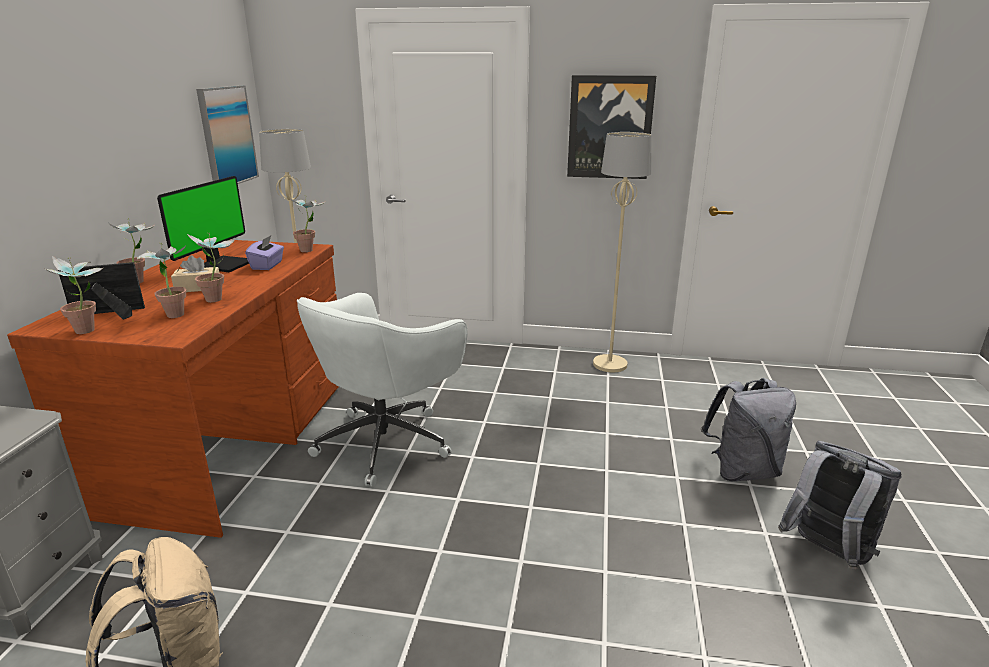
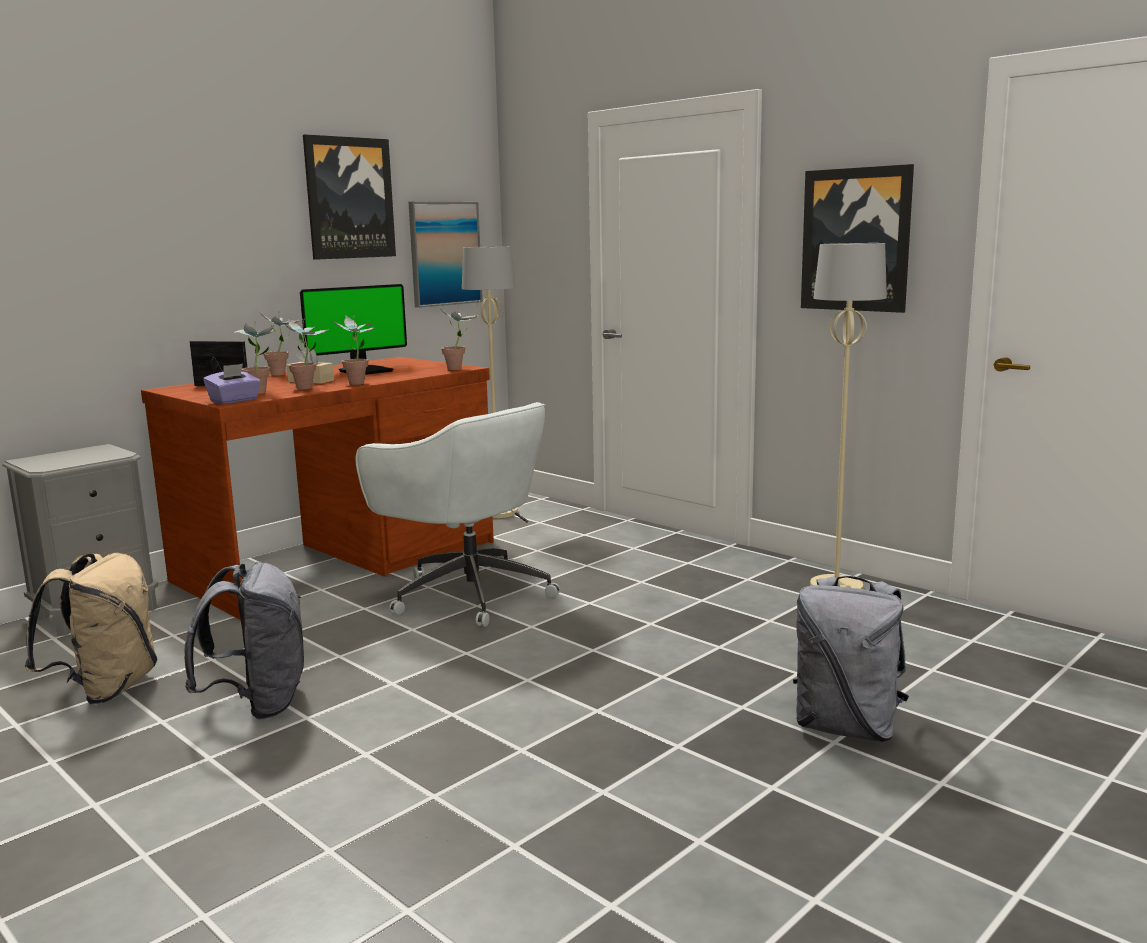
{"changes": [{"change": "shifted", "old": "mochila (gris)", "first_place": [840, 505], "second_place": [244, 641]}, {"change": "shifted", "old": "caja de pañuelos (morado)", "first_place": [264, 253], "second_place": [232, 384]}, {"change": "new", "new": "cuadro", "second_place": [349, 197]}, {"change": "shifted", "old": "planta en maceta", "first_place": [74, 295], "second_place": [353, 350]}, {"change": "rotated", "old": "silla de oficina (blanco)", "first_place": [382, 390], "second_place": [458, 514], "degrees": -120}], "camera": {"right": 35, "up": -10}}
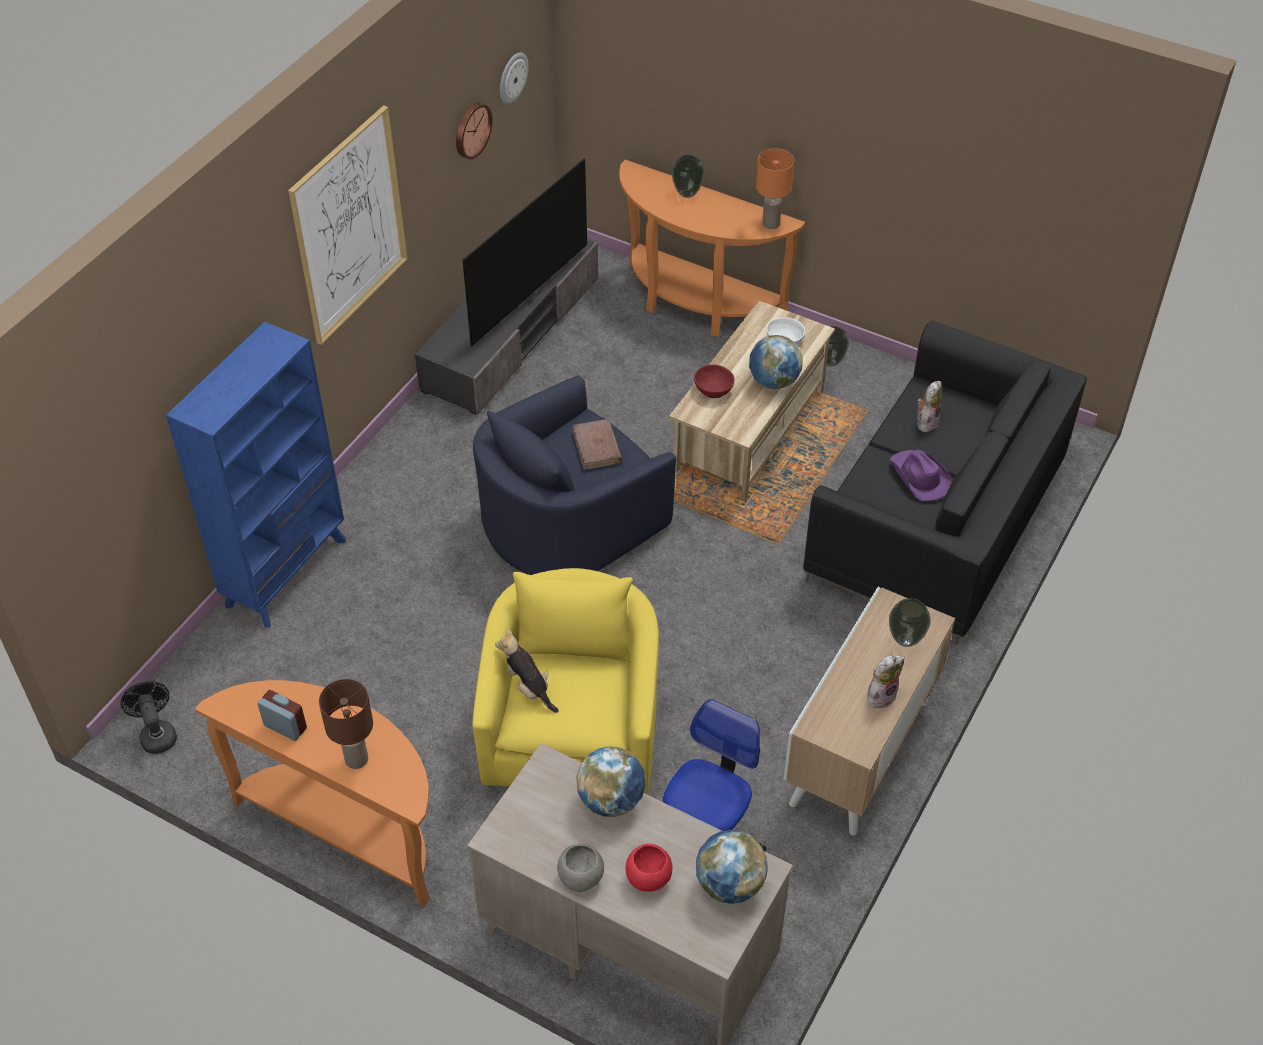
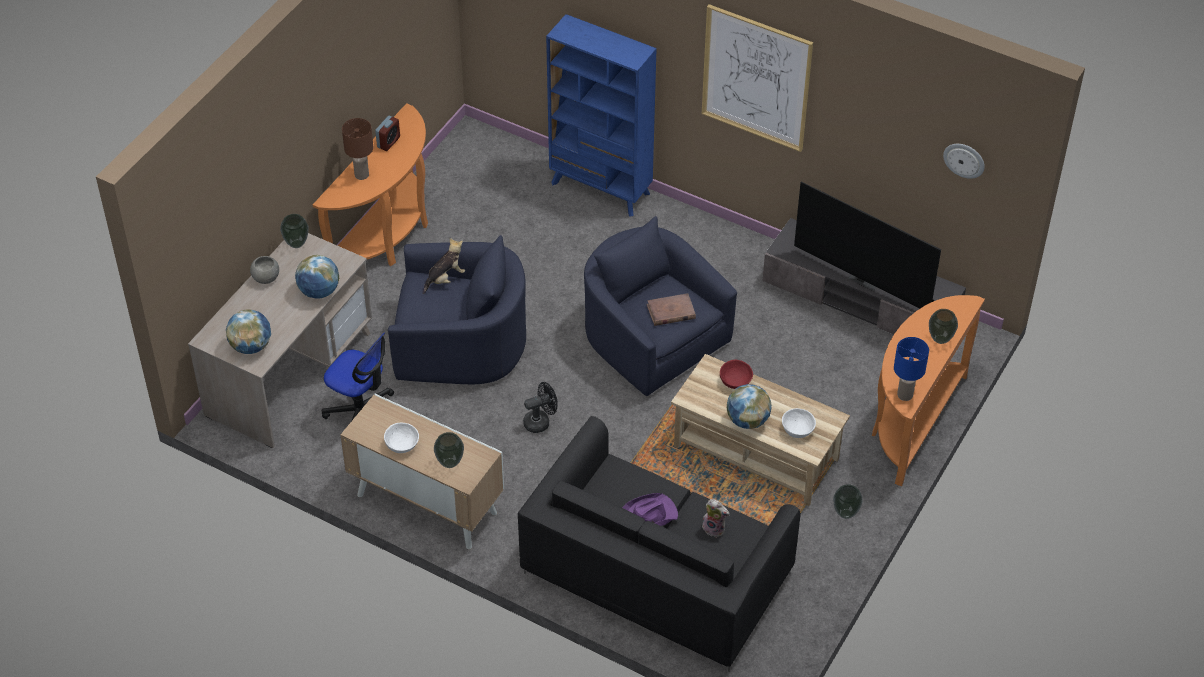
{"changes": [{"change": "new", "new": "florero", "second_place": [294, 231]}, {"change": "swapped", "old": "peluche", "new": "cuenco (blanco)", "first_place": [886, 682], "second_place": [401, 438]}, {"change": "repainted", "old": "sillón (amarillo)", "new": "sillón (azul)", "first_place": [565, 681], "second_place": [457, 309]}, {"change": "shifted", "old": "ventilador (negro)", "first_place": [149, 717], "second_place": [540, 407]}, {"change": "repainted", "old": "lámpara de mesa (naranja)", "new": "lámpara de mesa (azul)", "first_place": [775, 188], "second_place": [911, 369]}, {"change": "gone", "old": "reloj de pared", "first_place": [474, 131]}, {"change": "gone", "old": "cuenco (rojo)", "first_place": [649, 868]}], "camera": {"right": 90, "up": 0}}
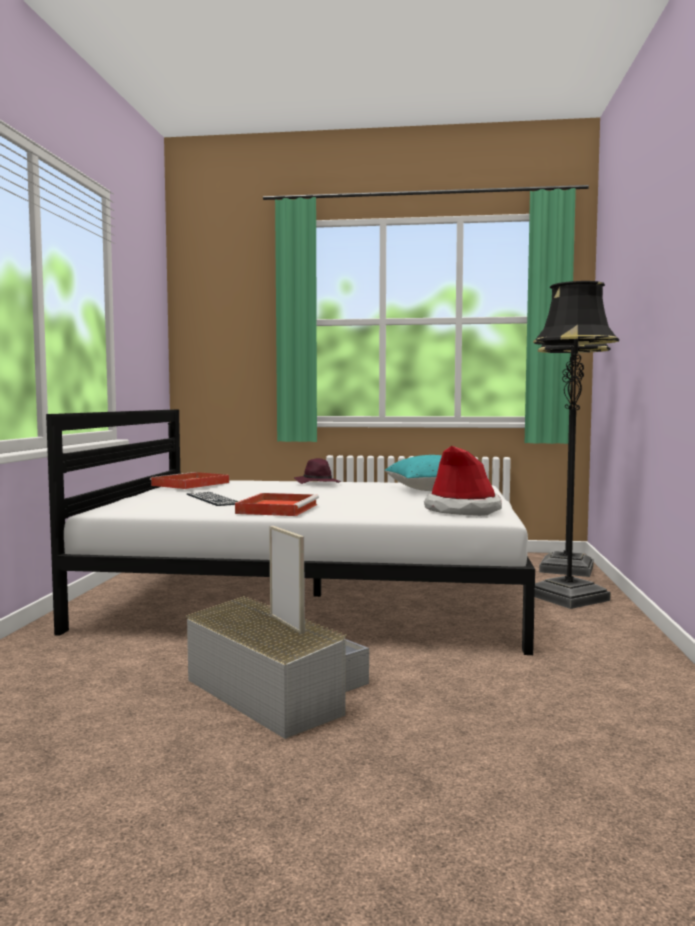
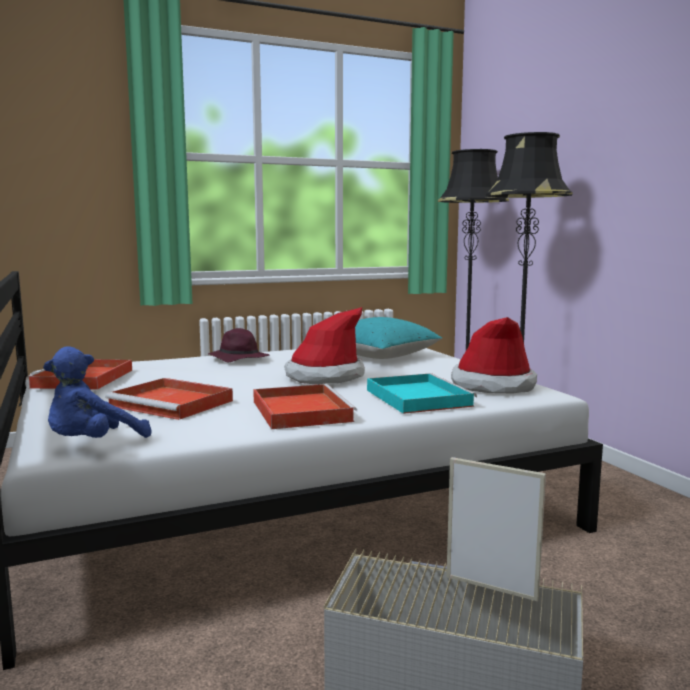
{"changes": [{"change": "new", "new": "peluche (azul)", "second_place": [97, 392]}, {"change": "swapped", "old": "teclado", "new": "bandeja (rojo)", "first_place": [213, 499], "second_place": [169, 399]}, {"change": "new", "new": "sombrero", "second_place": [324, 346]}, {"change": "new", "new": "bandeja (turquesa)", "second_place": [422, 393]}], "camera": {"right": -30, "up": 5}}
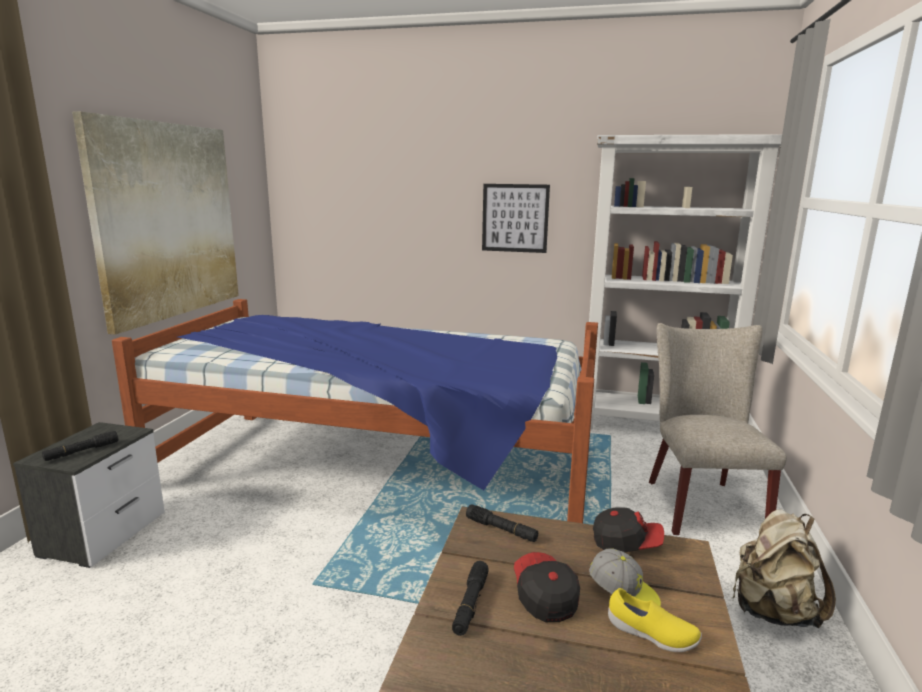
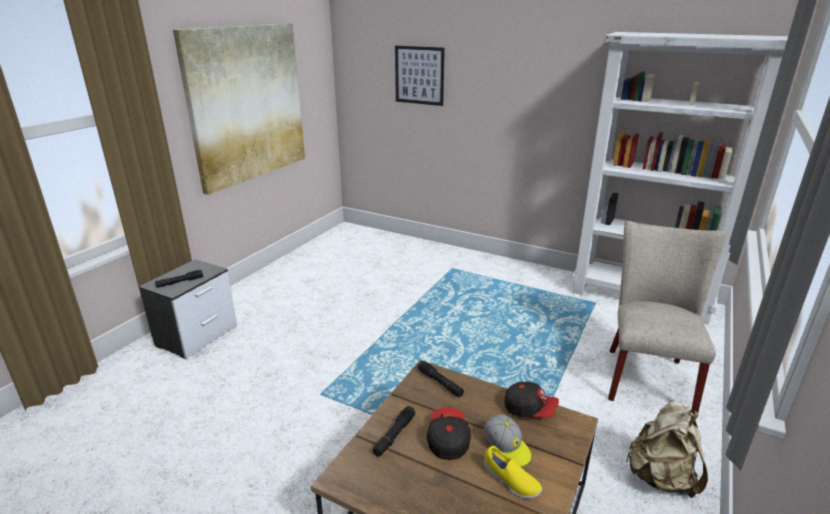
{"changes": [{"change": "shifted", "old": "cuadro", "first_place": [516, 218], "second_place": [420, 76]}, {"change": "gone", "old": "cama", "first_place": [355, 411]}], "camera": {"right": 15, "up": 10}}
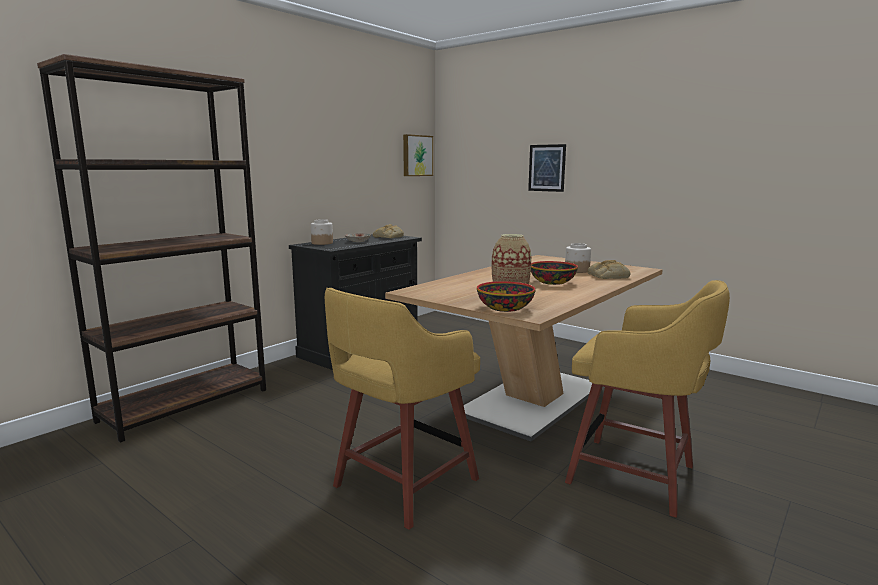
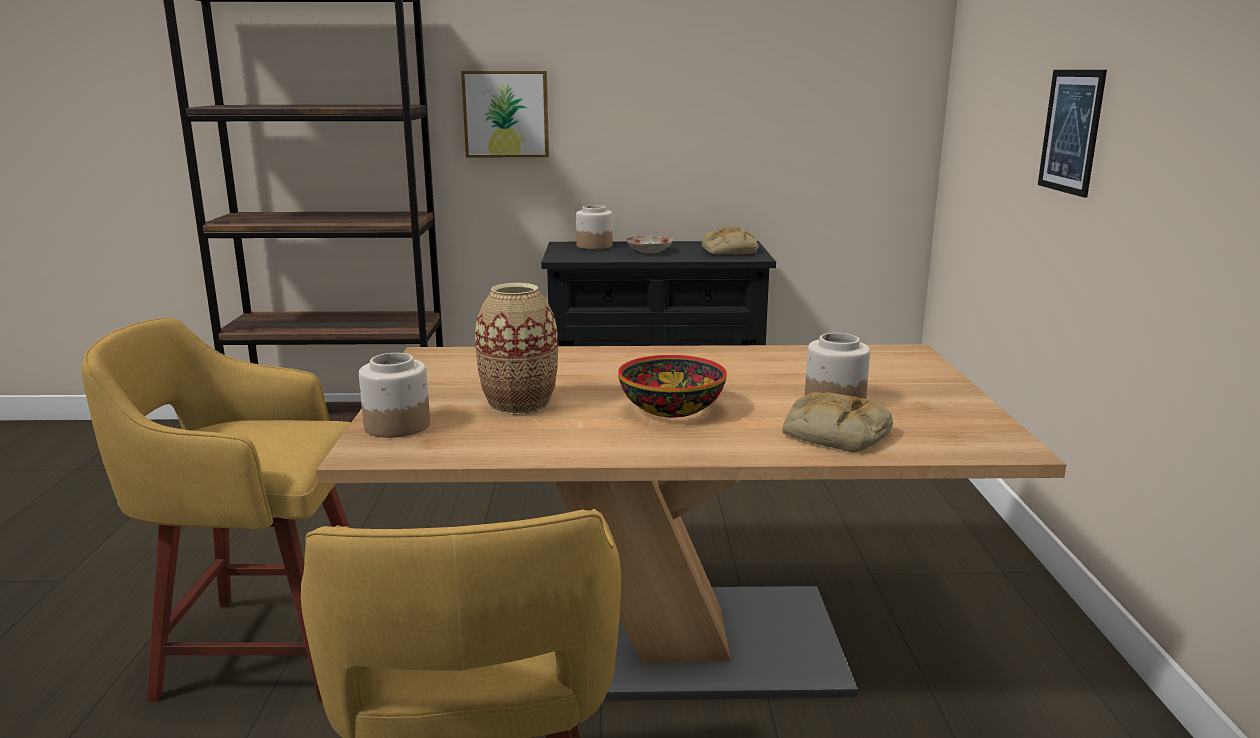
{"changes": [{"change": "swapped", "old": "cuenco", "new": "tarro", "first_place": [506, 296], "second_place": [394, 395]}, {"change": "shifted", "old": "cuadro", "first_place": [418, 155], "second_place": [505, 114]}], "camera": {"right": 50, "up": 5}}
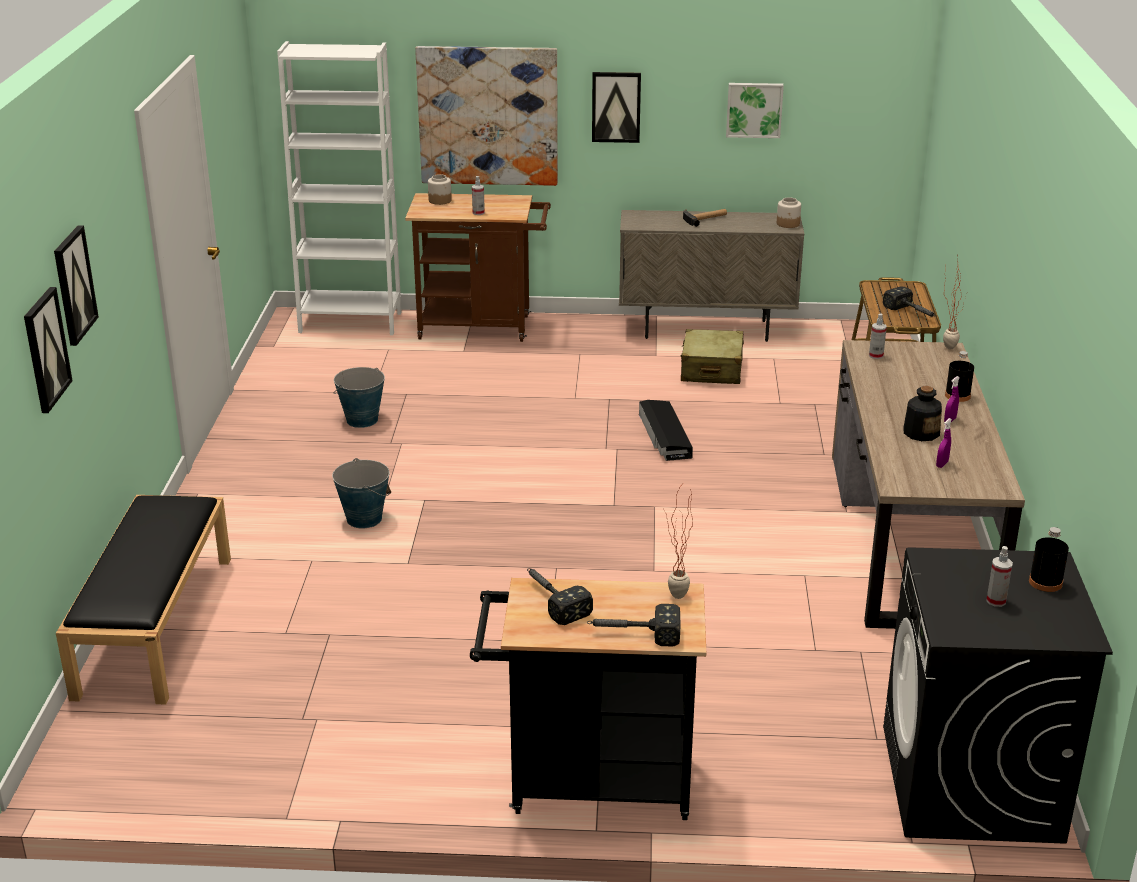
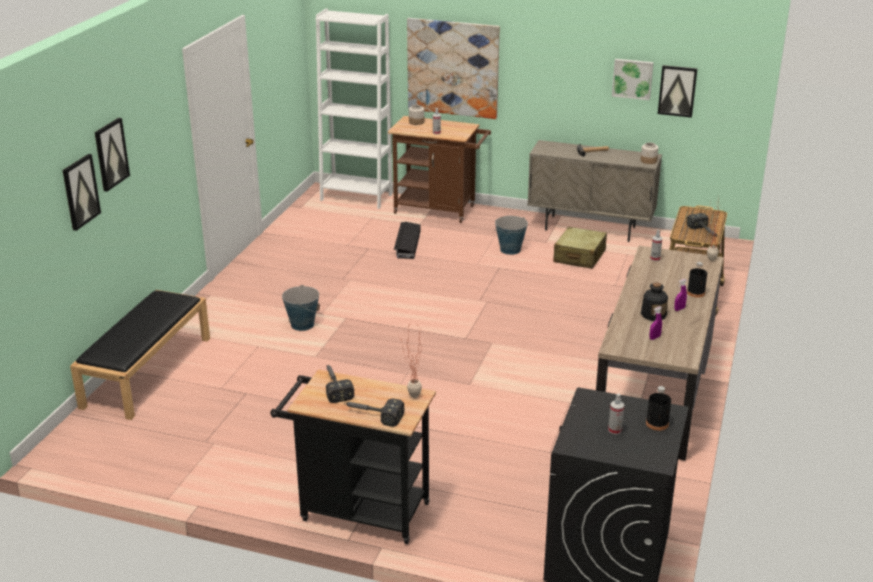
{"changes": [{"change": "shifted", "old": "caja de almacenaje (negro)", "first_place": [666, 430], "second_place": [407, 240]}, {"change": "shifted", "old": "cubo", "first_place": [359, 397], "second_place": [511, 235]}, {"change": "shifted", "old": "cuadro", "first_place": [616, 107], "second_place": [678, 91]}], "camera": {"right": 15, "up": 0}}
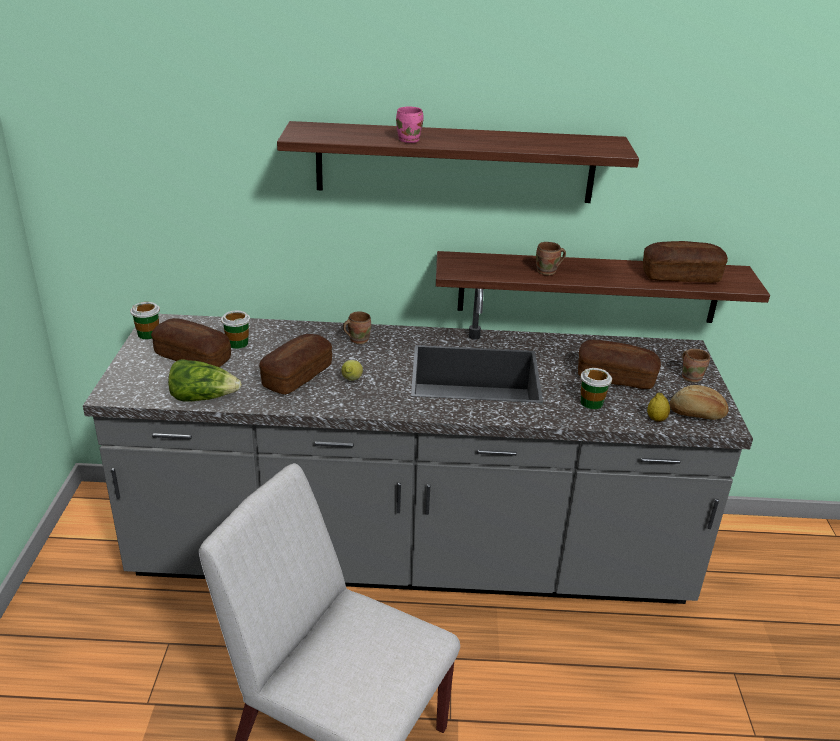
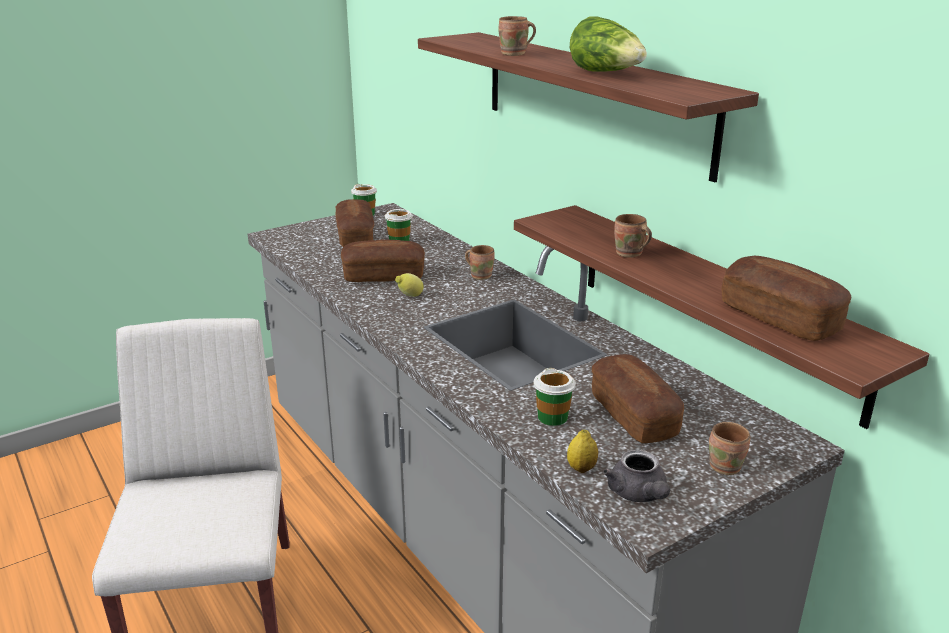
{"changes": [{"change": "repainted", "old": "taza grande (rosa)", "new": "taza grande (marrón)", "first_place": [410, 125], "second_place": [517, 36]}, {"change": "shifted", "old": "lechuga", "first_place": [205, 380], "second_place": [608, 44]}, {"change": "swapped", "old": "pan", "new": "tetera (gris)", "first_place": [699, 402], "second_place": [636, 476]}], "camera": {"right": 55, "up": -5}}
